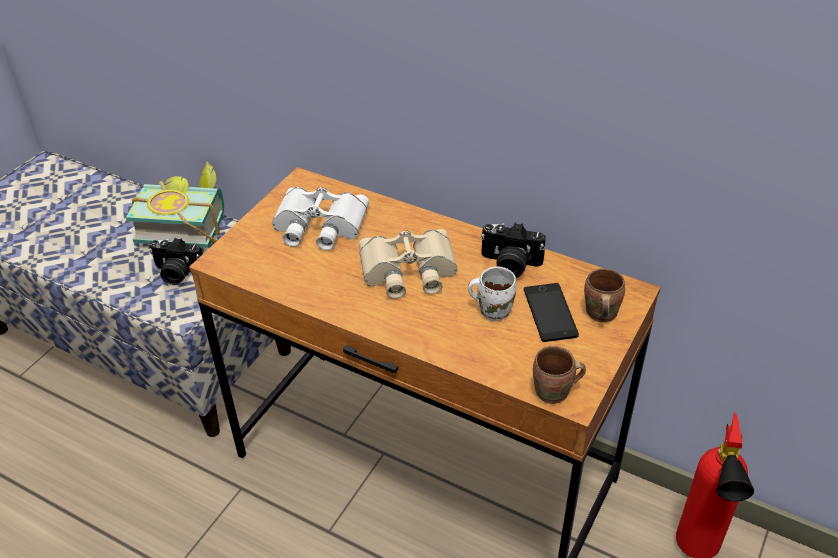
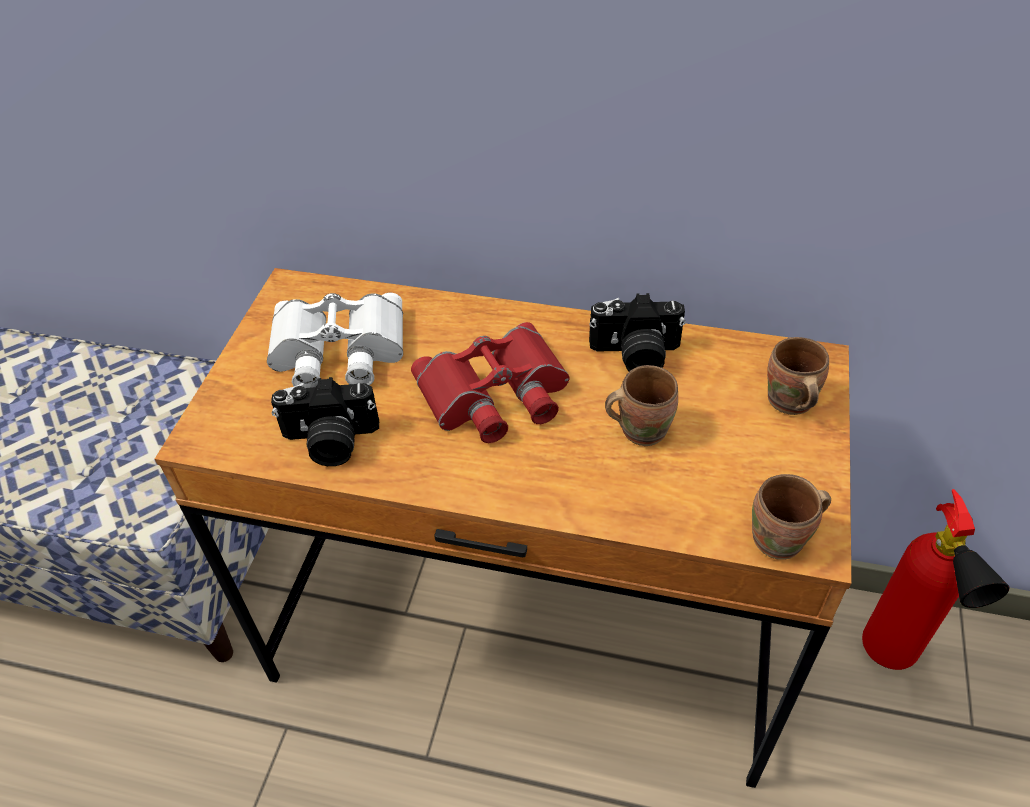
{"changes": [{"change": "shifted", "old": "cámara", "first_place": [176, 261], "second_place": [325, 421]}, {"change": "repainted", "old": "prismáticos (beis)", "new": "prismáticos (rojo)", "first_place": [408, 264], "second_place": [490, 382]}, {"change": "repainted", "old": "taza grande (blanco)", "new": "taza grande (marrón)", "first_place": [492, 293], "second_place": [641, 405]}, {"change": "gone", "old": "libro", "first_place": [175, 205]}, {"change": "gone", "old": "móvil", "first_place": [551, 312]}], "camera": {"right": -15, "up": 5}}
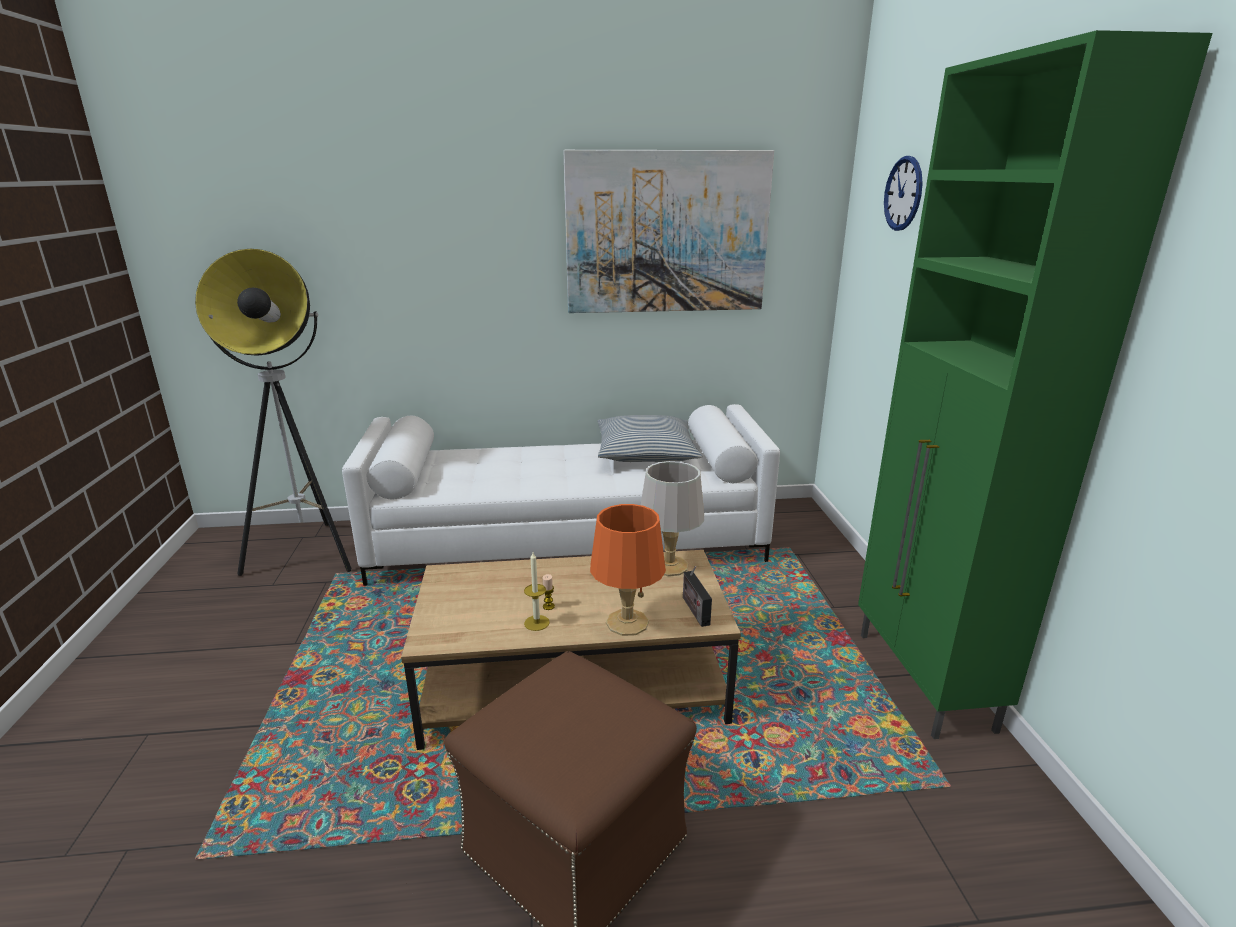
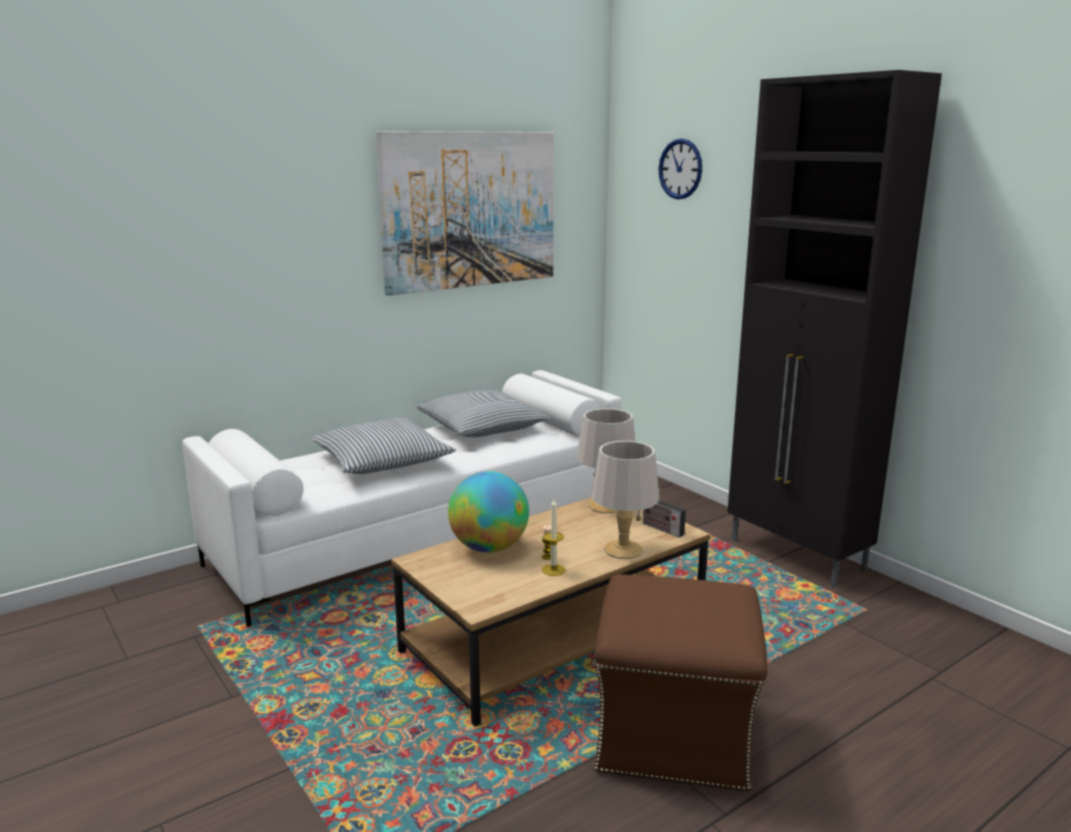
{"changes": [{"change": "new", "new": "cojín", "second_place": [383, 446]}, {"change": "new", "new": "globo terráqueo", "second_place": [488, 512]}, {"change": "repainted", "old": "lámpara de mesa (naranja)", "new": "lámpara de mesa (gris)", "first_place": [628, 570], "second_place": [625, 500]}, {"change": "repainted", "old": "armario (verde)", "new": "armario (negro)", "first_place": [1035, 384], "second_place": [834, 328]}, {"change": "gone", "old": "lámpara de pie", "first_place": [273, 412]}], "camera": {"right": -30, "up": -5}}
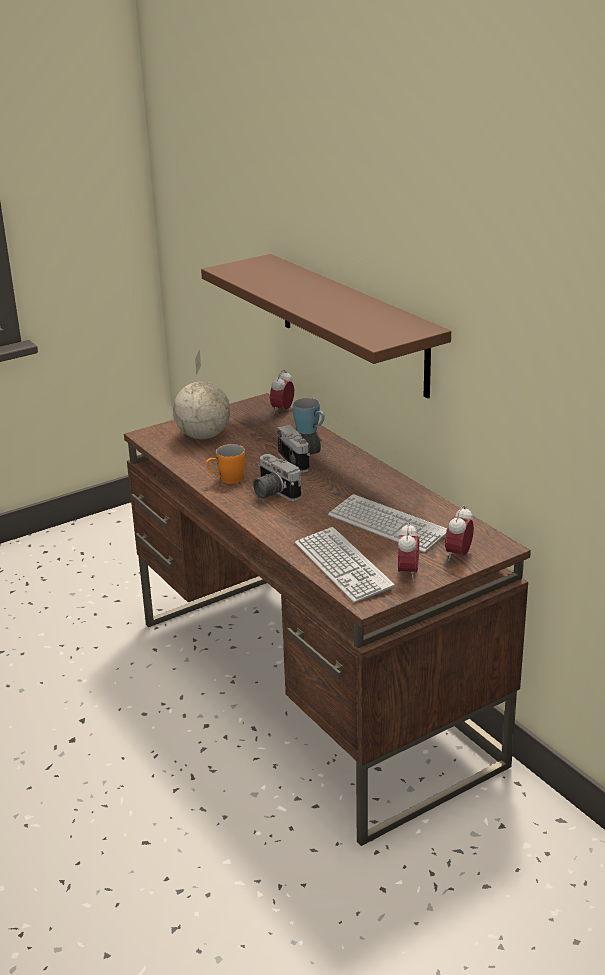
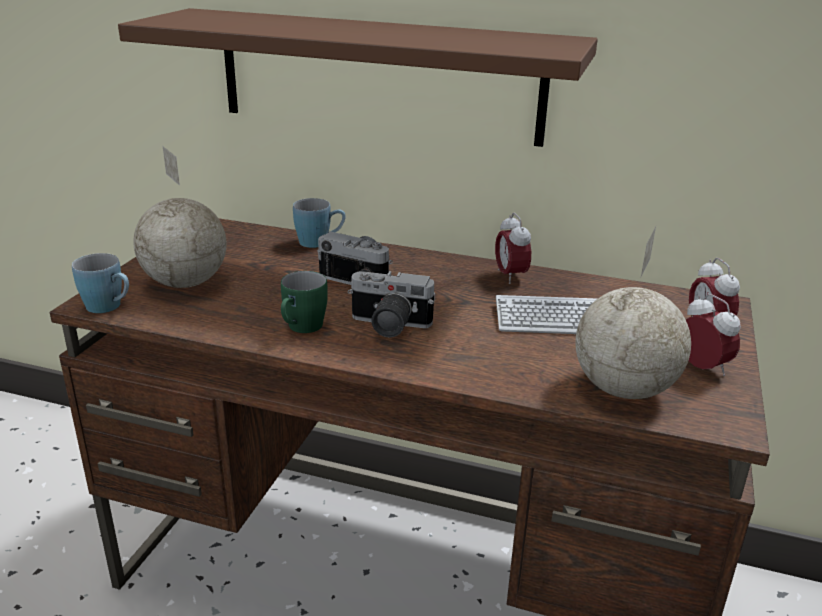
{"changes": [{"change": "new", "new": "taza grande (azul)", "second_place": [100, 283]}, {"change": "repainted", "old": "taza grande (naranja)", "new": "taza grande (verde)", "first_place": [225, 464], "second_place": [304, 302]}, {"change": "shifted", "old": "despertador", "first_place": [282, 392], "second_place": [513, 248]}, {"change": "swapped", "old": "teclado", "new": "globo terráqueo", "first_place": [345, 565], "second_place": [633, 312]}], "camera": {"right": -40, "up": 0}}
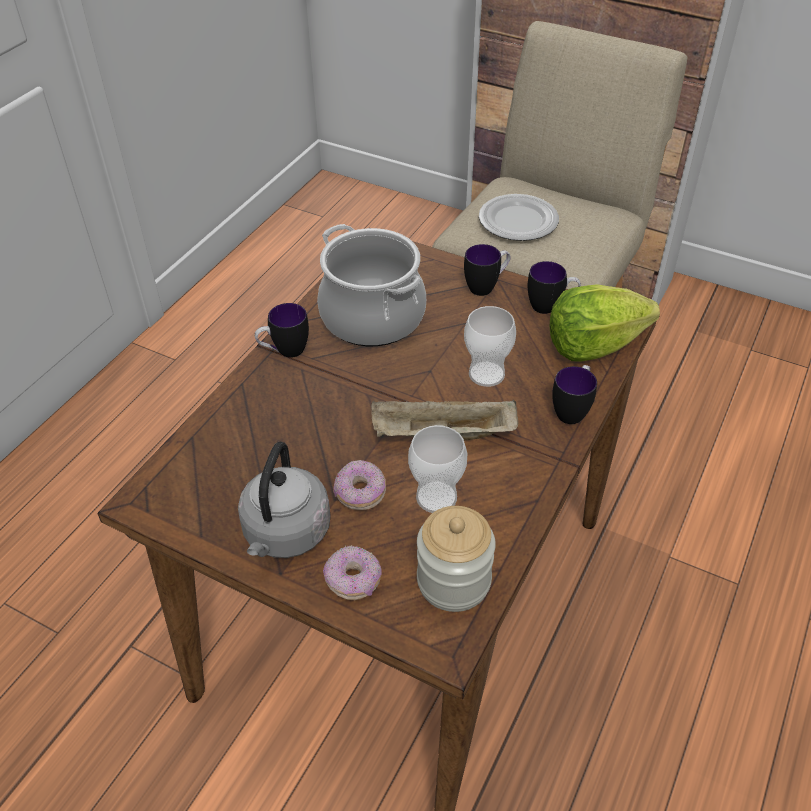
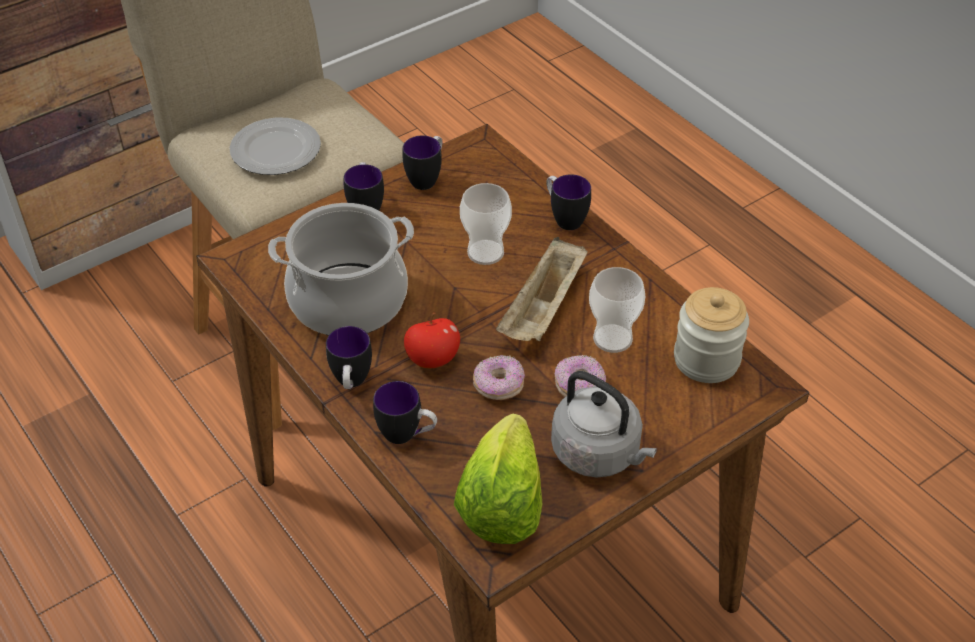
{"changes": [{"change": "new", "new": "taza grande", "second_place": [405, 412]}, {"change": "new", "new": "manzana", "second_place": [432, 340]}, {"change": "shifted", "old": "lechuga", "first_place": [605, 323], "second_place": [498, 479]}, {"change": "shifted", "old": "rosquilla", "first_place": [352, 572], "second_place": [499, 377]}], "camera": {"right": -65, "up": 0}}
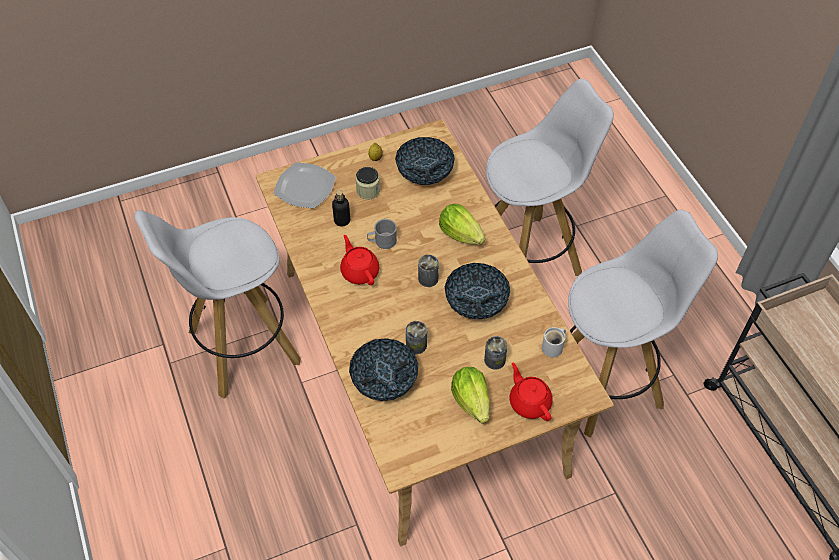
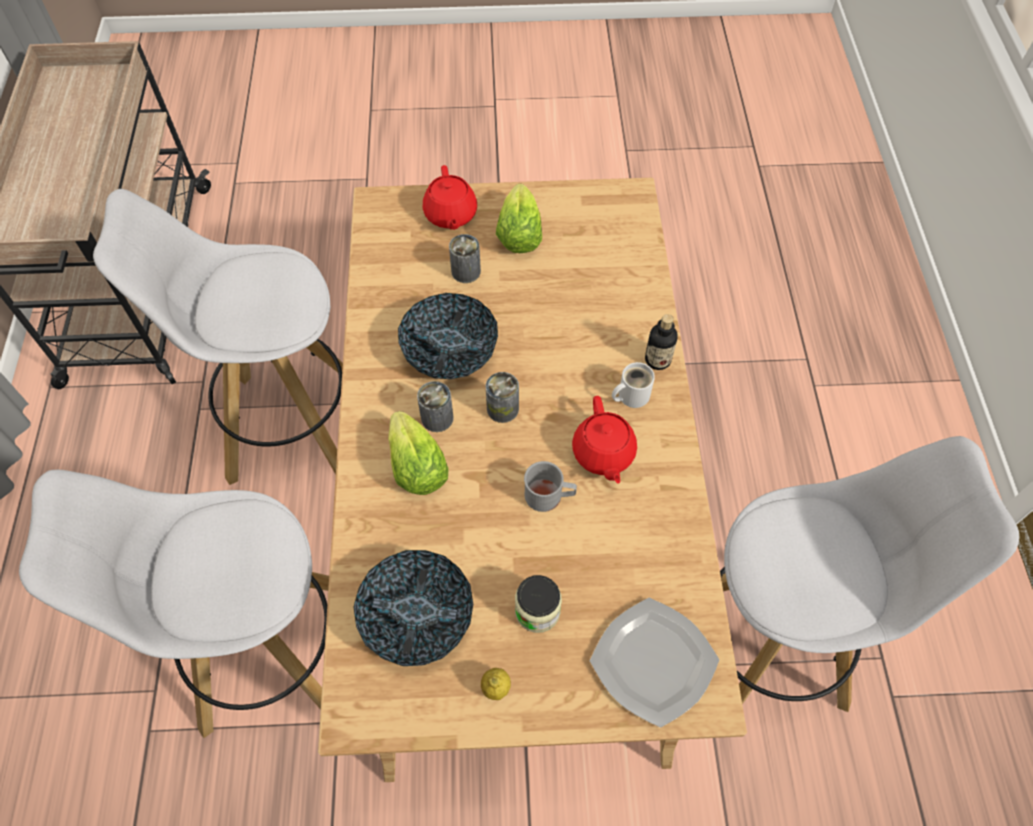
{"changes": [{"change": "shifted", "old": "lata", "first_place": [416, 337], "second_place": [435, 406]}, {"change": "shifted", "old": "taza grande (blanco)", "first_place": [554, 342], "second_place": [633, 385]}, {"change": "shifted", "old": "botella", "first_place": [341, 208], "second_place": [661, 342]}, {"change": "gone", "old": "cuenco", "first_place": [383, 369]}], "camera": {"right": -160, "up": 5}}
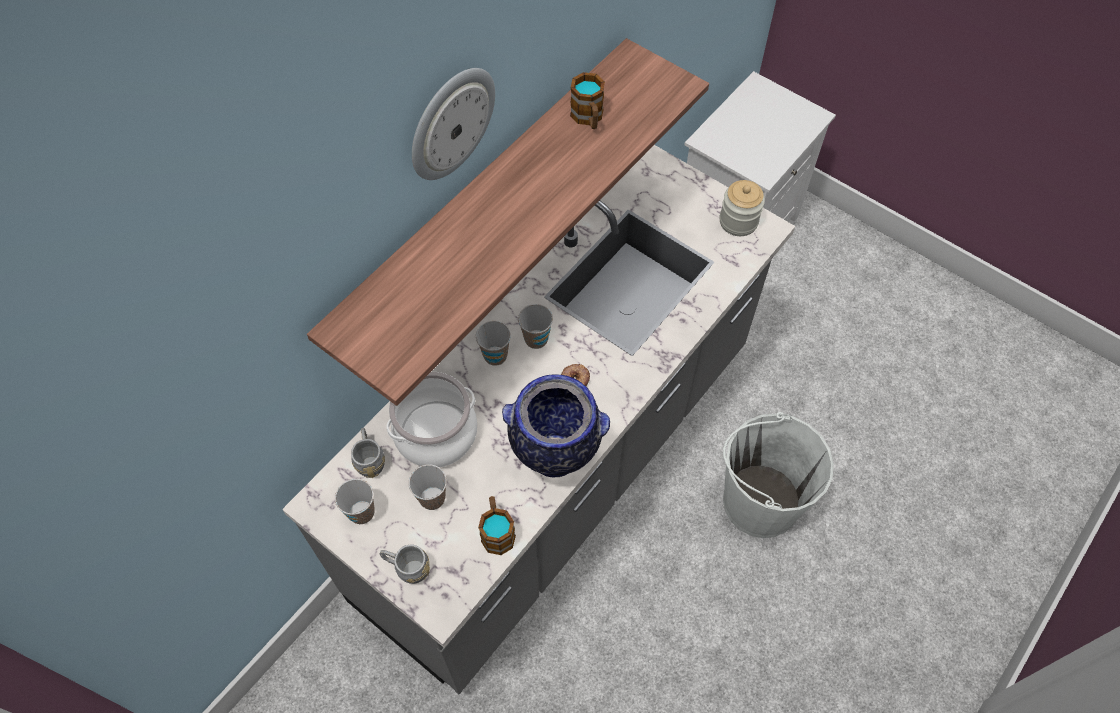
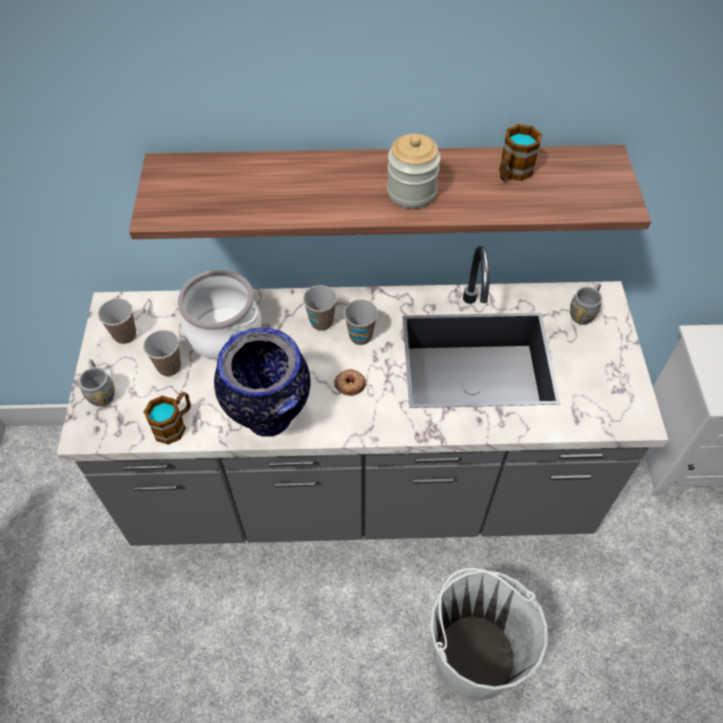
{"changes": [{"change": "shifted", "old": "tarro", "first_place": [742, 208], "second_place": [414, 171]}, {"change": "shifted", "old": "taza grande (gris)", "first_place": [368, 453], "second_place": [586, 304]}, {"change": "gone", "old": "reloj de pared", "first_place": [453, 124]}], "camera": {"right": 50, "up": -5}}
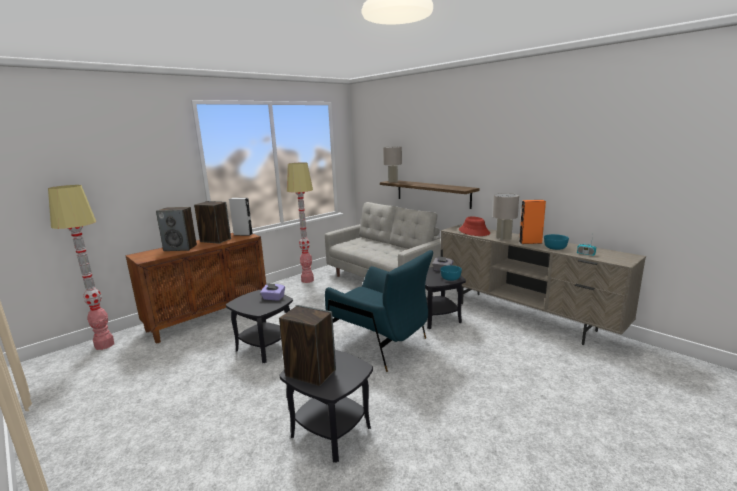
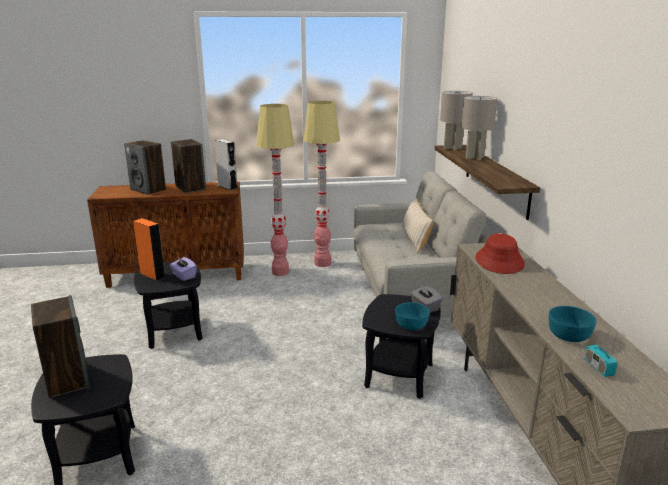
{"changes": [{"change": "shifted", "old": "altavoz (naranja)", "first_place": [532, 222], "second_place": [149, 249]}, {"change": "shifted", "old": "lámpara de pie", "first_place": [81, 267], "second_place": [275, 190]}, {"change": "new", "new": "cojín (beis)", "second_place": [418, 225]}, {"change": "shifted", "old": "lámpara de mesa (gris)", "first_place": [506, 216], "second_place": [479, 128]}, {"change": "gone", "old": "sillón (azul)", "first_place": [379, 311]}], "camera": {"right": 35, "up": 5}}
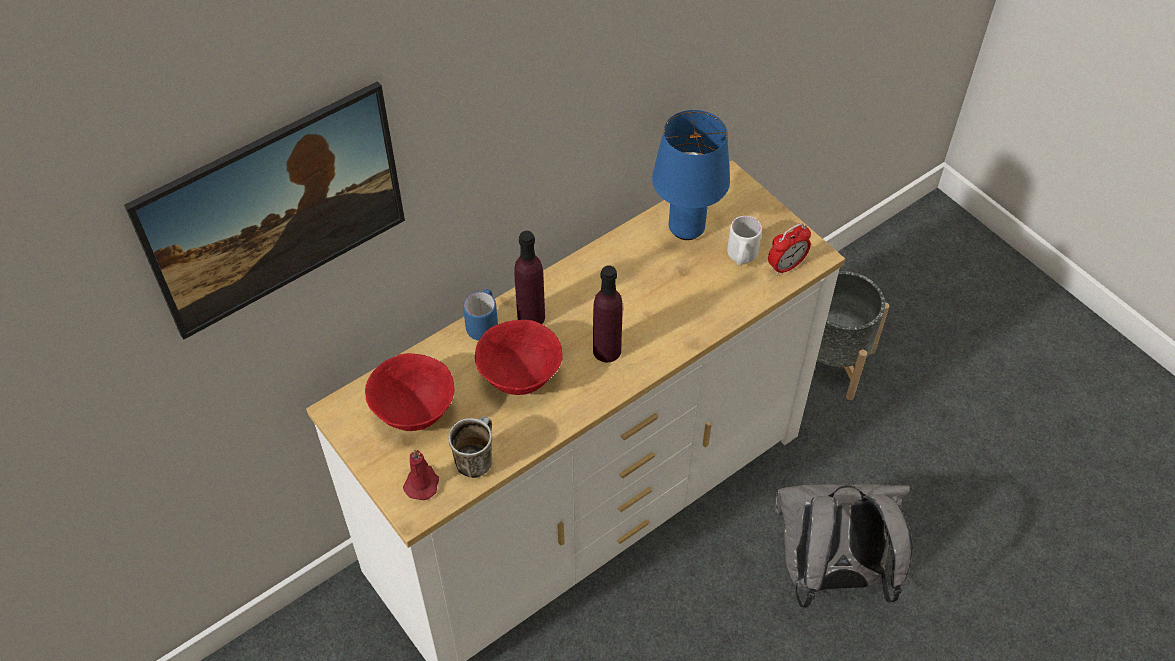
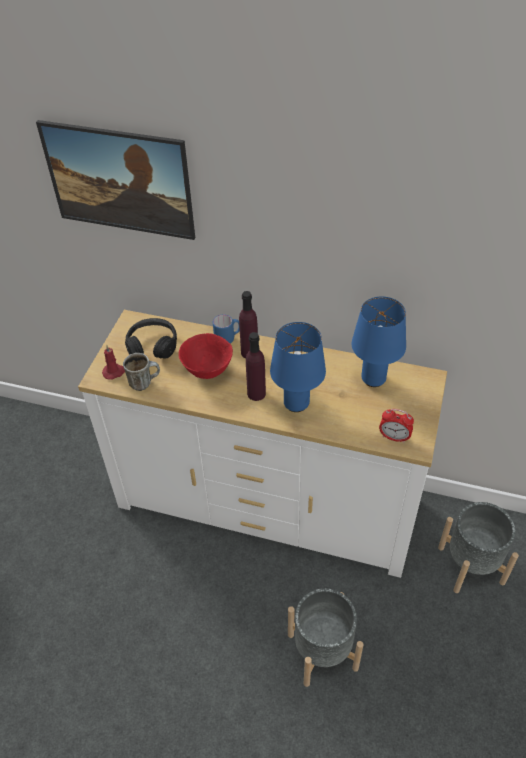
{"changes": [{"change": "swapped", "old": "cuenco (rojo)", "new": "auriculares (negro)", "first_place": [409, 392], "second_place": [151, 338]}, {"change": "new", "new": "lámpara de mesa (azul)", "second_place": [298, 367]}, {"change": "swapped", "old": "mochila (gris)", "new": "maceta (gris)", "first_place": [843, 546], "second_place": [326, 637]}, {"change": "gone", "old": "taza grande (blanco)", "first_place": [744, 241]}], "camera": {"right": 55, "up": -5}}
